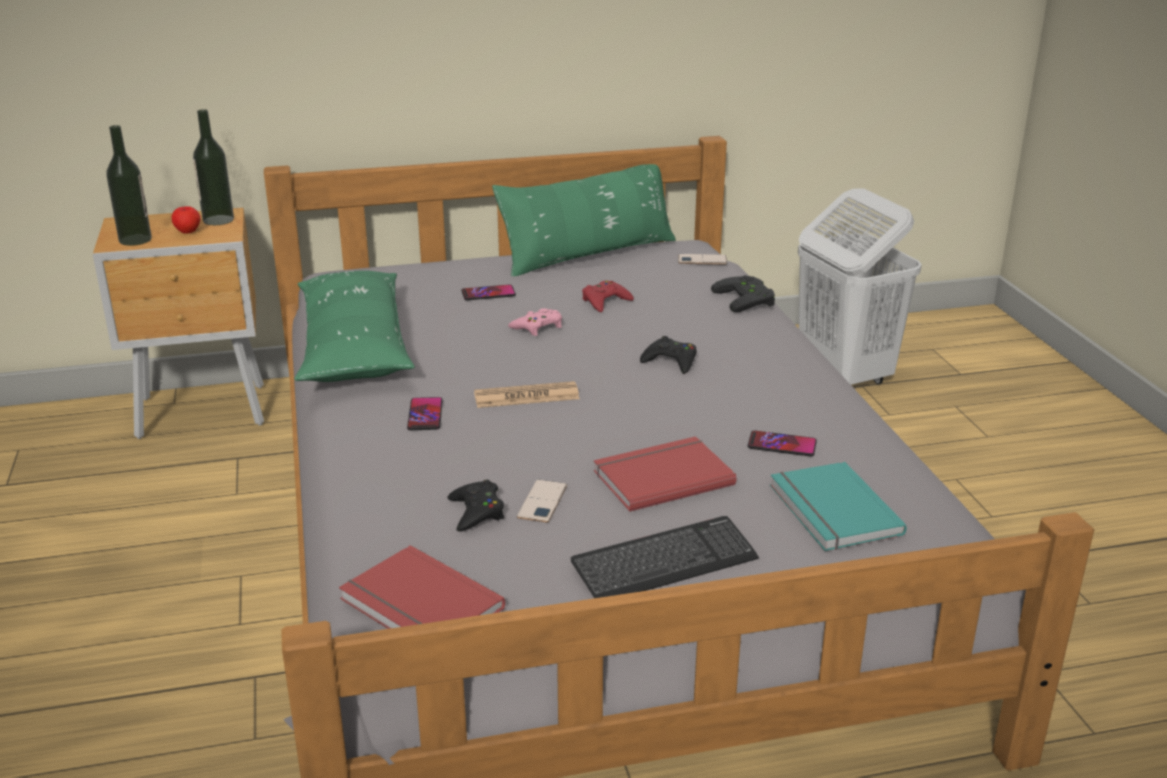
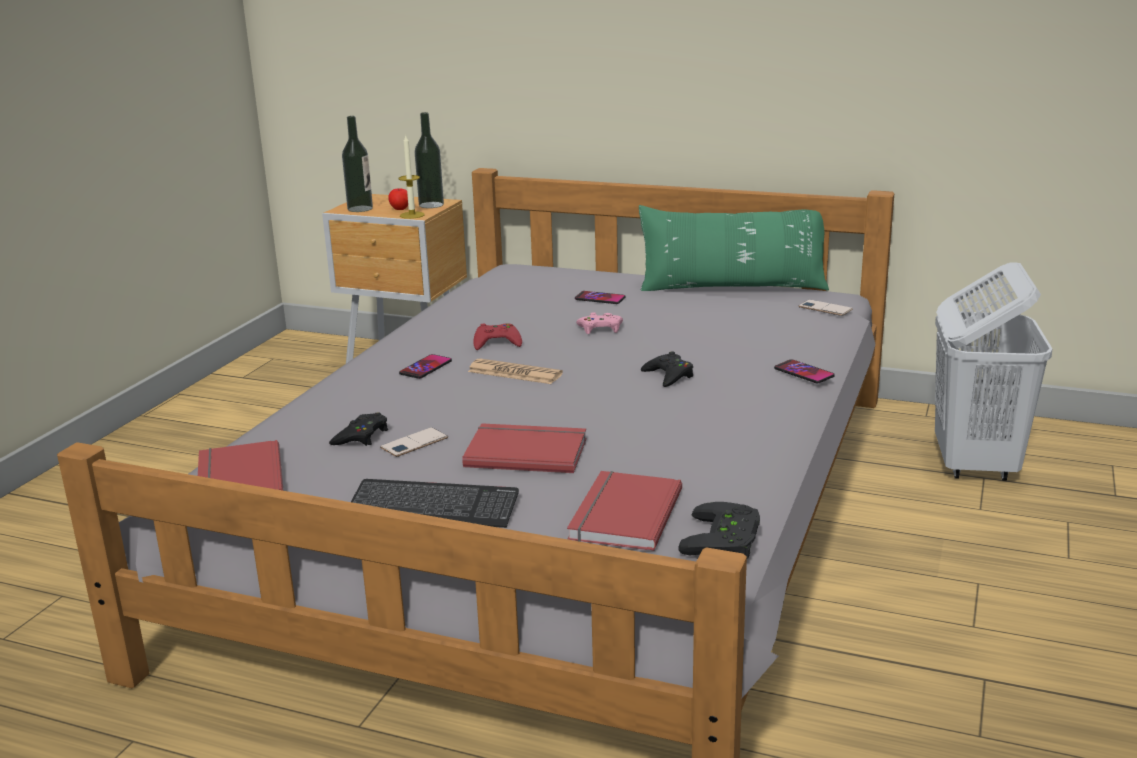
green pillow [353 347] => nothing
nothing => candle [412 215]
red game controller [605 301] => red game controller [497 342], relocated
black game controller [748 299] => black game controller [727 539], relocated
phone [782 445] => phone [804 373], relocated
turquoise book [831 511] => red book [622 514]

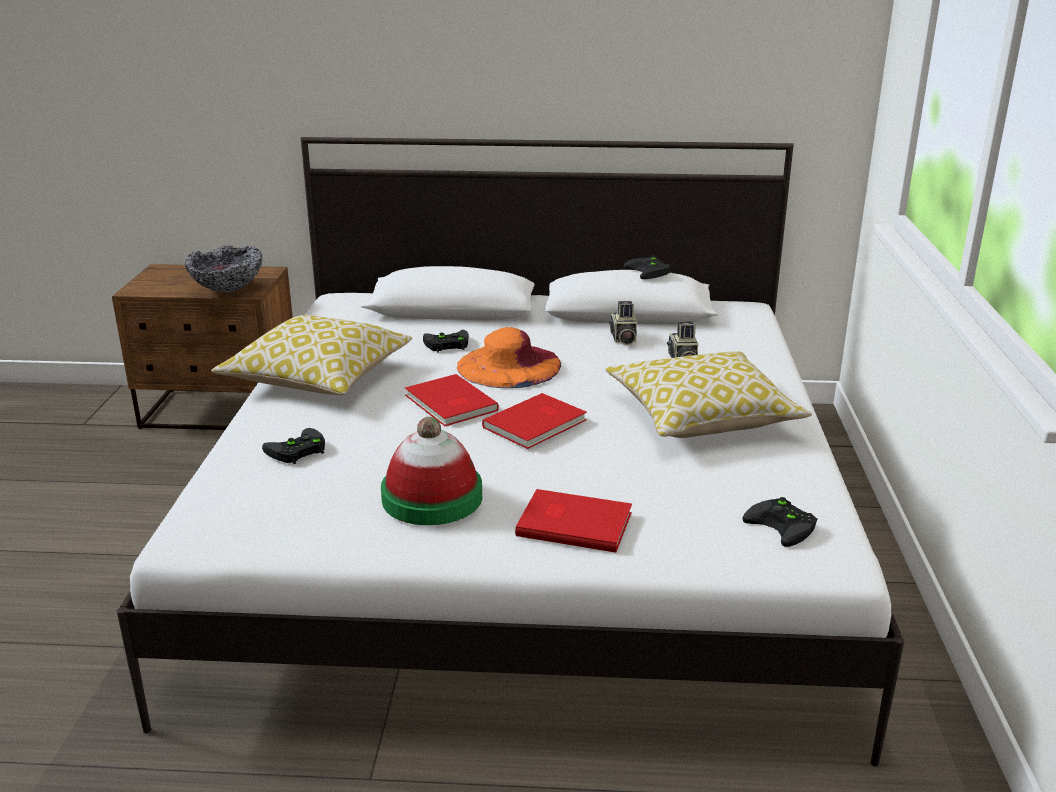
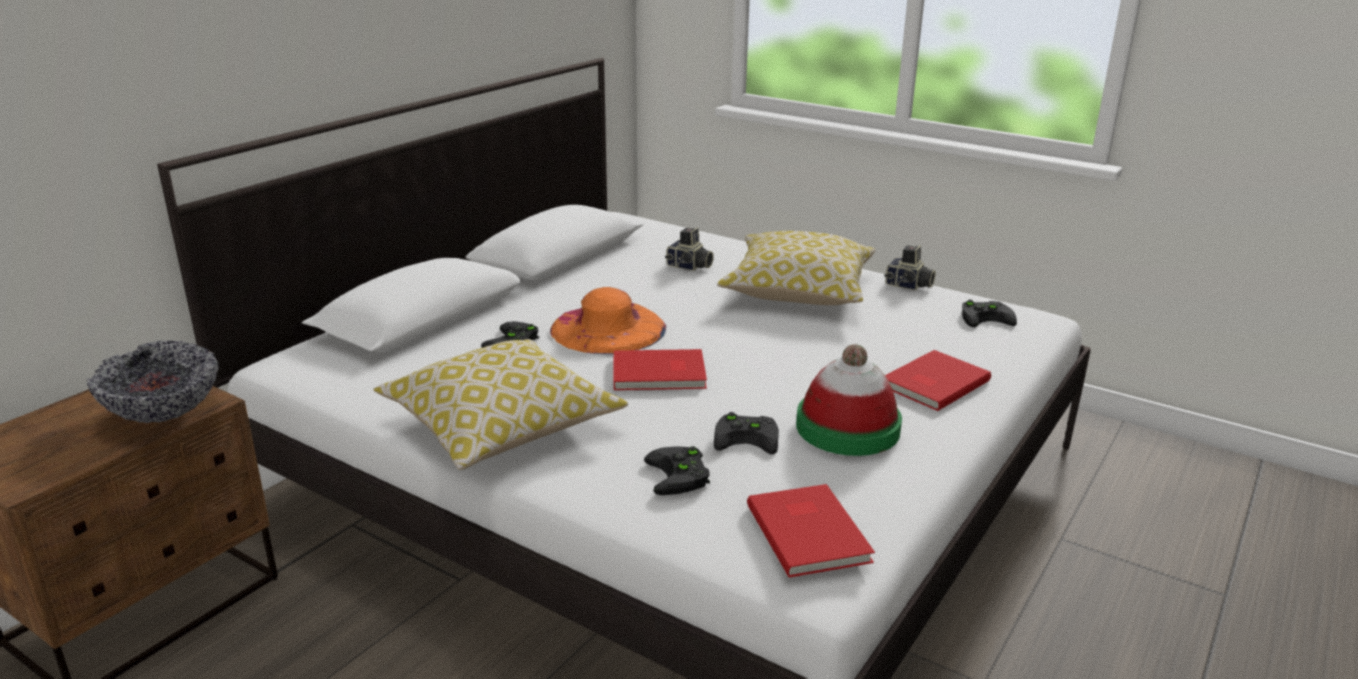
red book [537 424] => red book [810 531], relocated
photo camera [623 339] => photo camera [908 285], relocated
black game controller [650 271] => black game controller [748 437], relocated

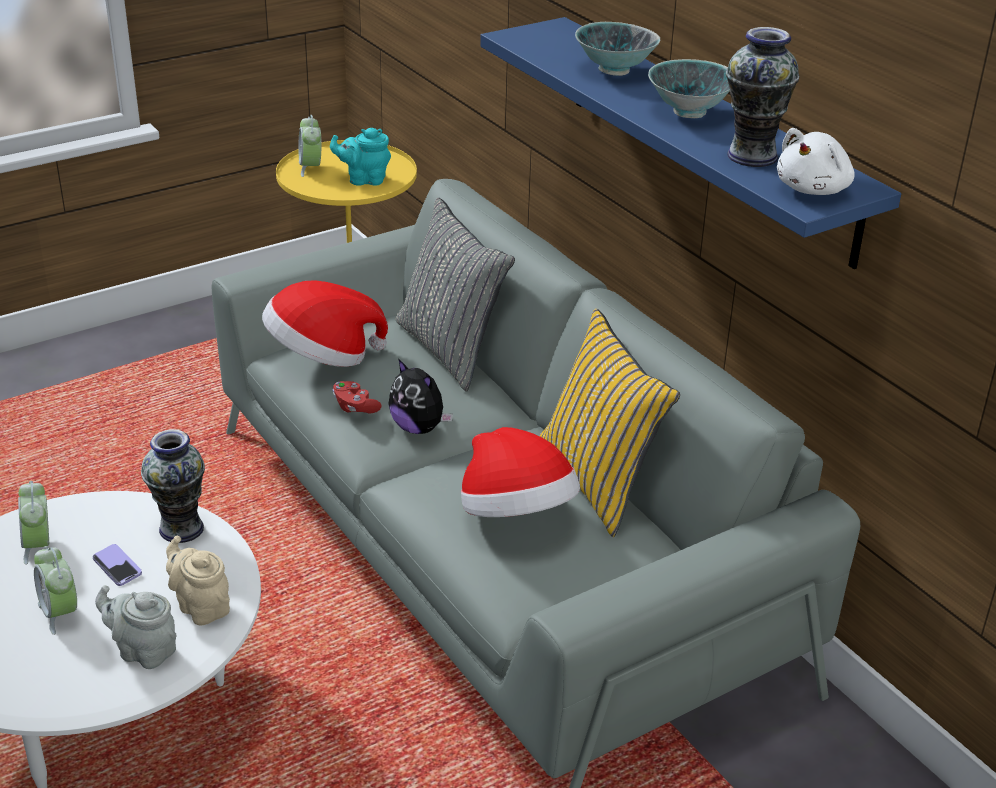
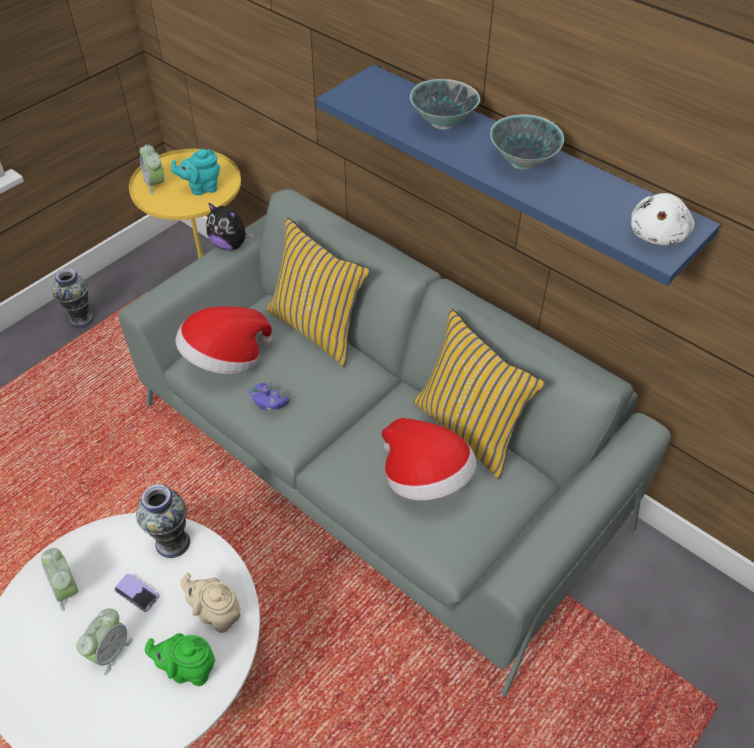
plush toy [419 428] => plush toy [230 245], relocated
vase [753 156] => vase [82 319], relocated
grey teapot [143 651] => green teapot [189 669]
red game controller [355 407] => purple game controller [268 403]
grey pillow [451 349] => yellow pillow [317 328]
alarm clock [60 613] => alarm clock [110 651], 105 degrees counterclockwise

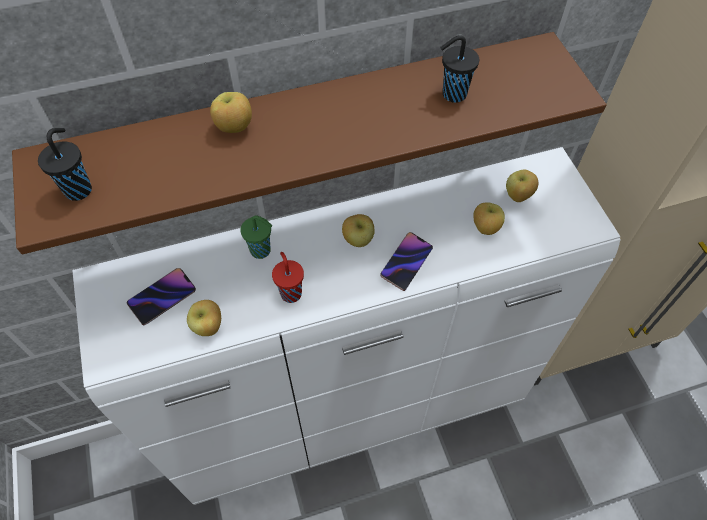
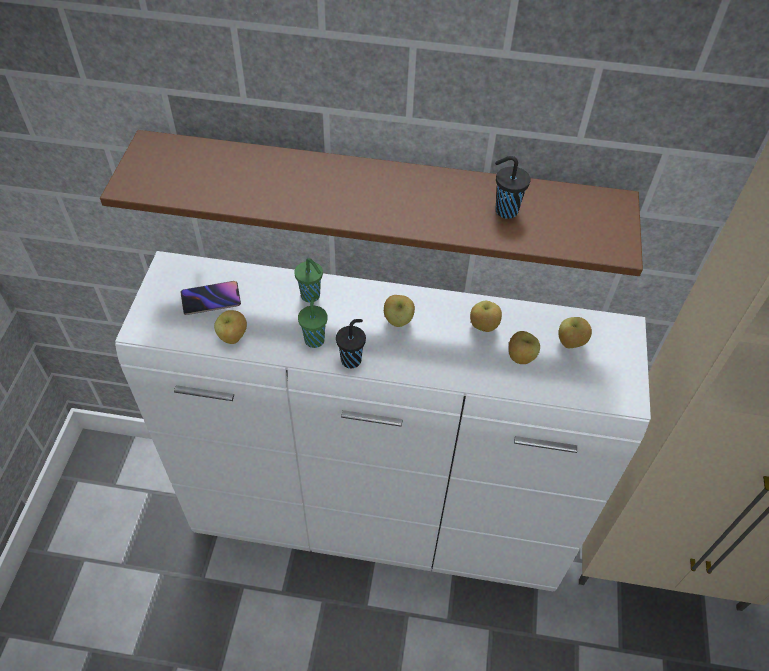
phone [406 263] => nothing
black cup [79 189] => black cup [352 359], relocated
apple [234 128] => apple [483 326], relocated
red cup [290 292] => green cup [314 339]

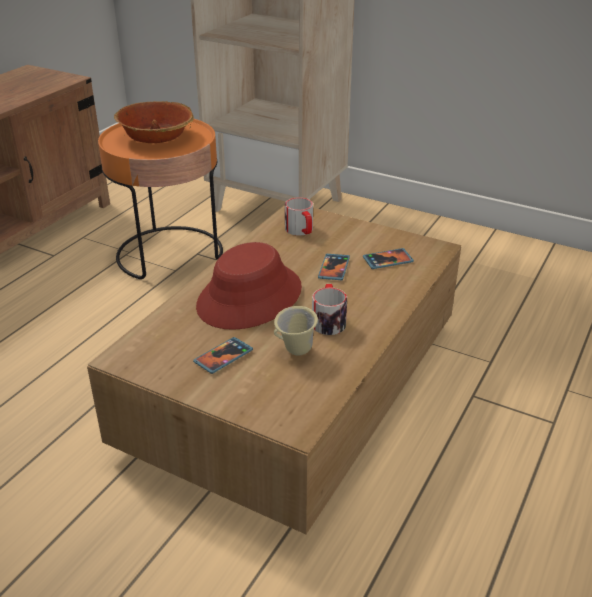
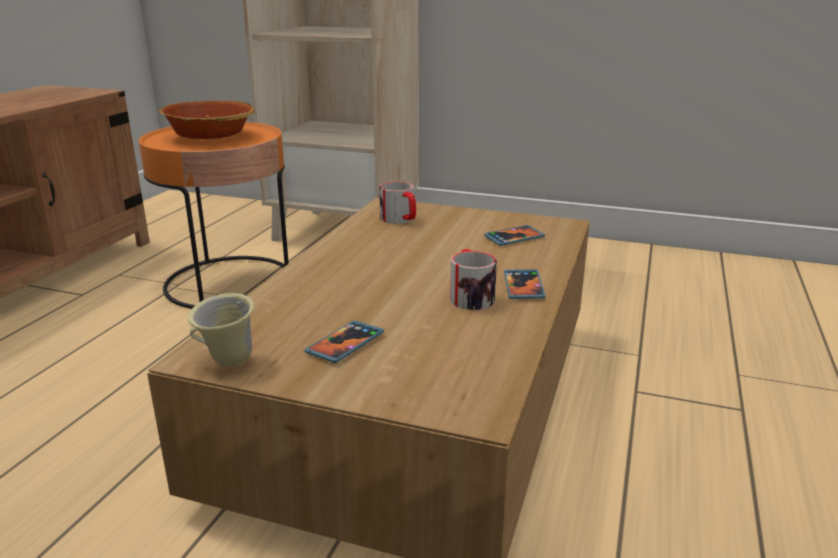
red hat [250 298] => nothing
beige mug [295 352] => beige mug [228 363], relocated
phone [334 268] => phone [523 286], relocated

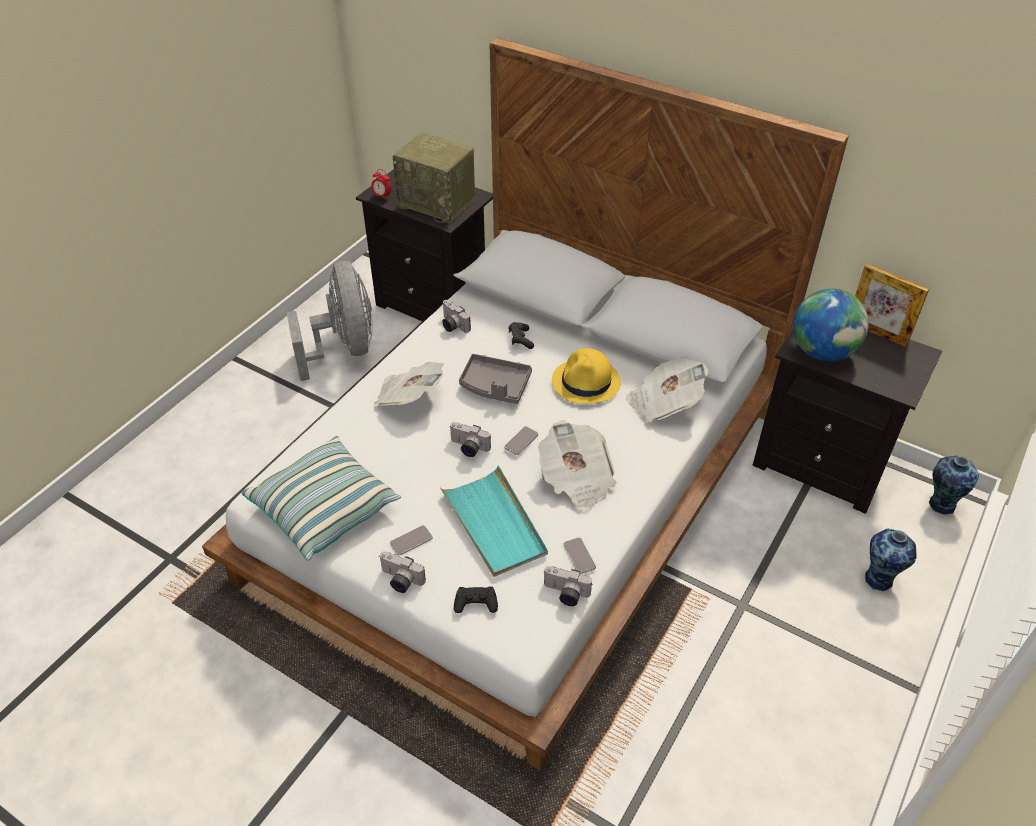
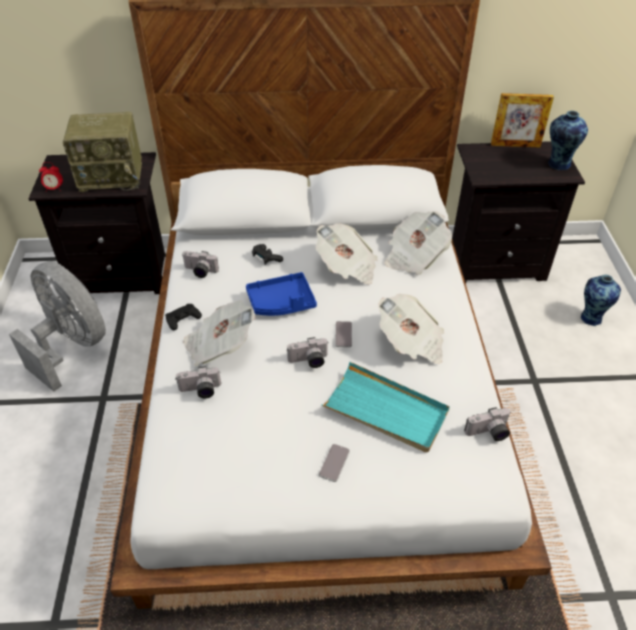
pillow [325 508] => nothing
phone [579 556] => nothing
globe [822 352] => nothing
photo camera [400 581] => photo camera [200 391], relocated
black game controller [476 602] => black game controller [183 319], relocated
vase [940 504] => vase [558 164], relocated
yellow hat [586 382] => newspaper [347 267]
grey tray [495 386] => blue tray [281 302]

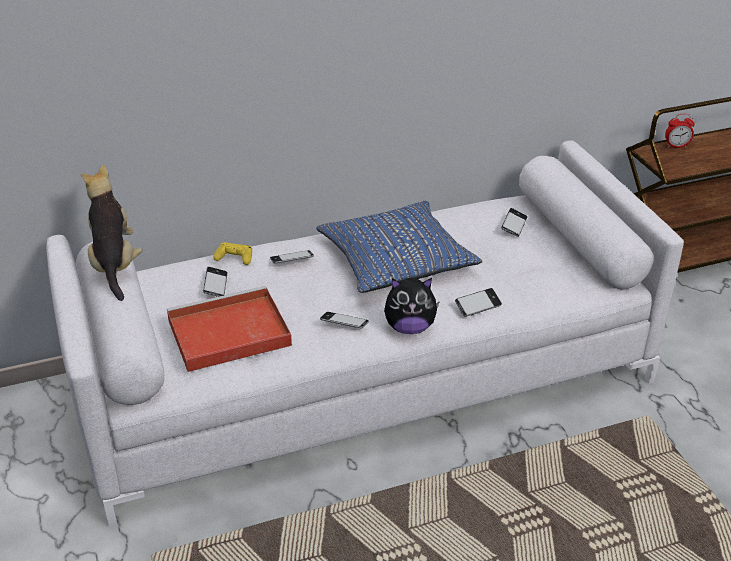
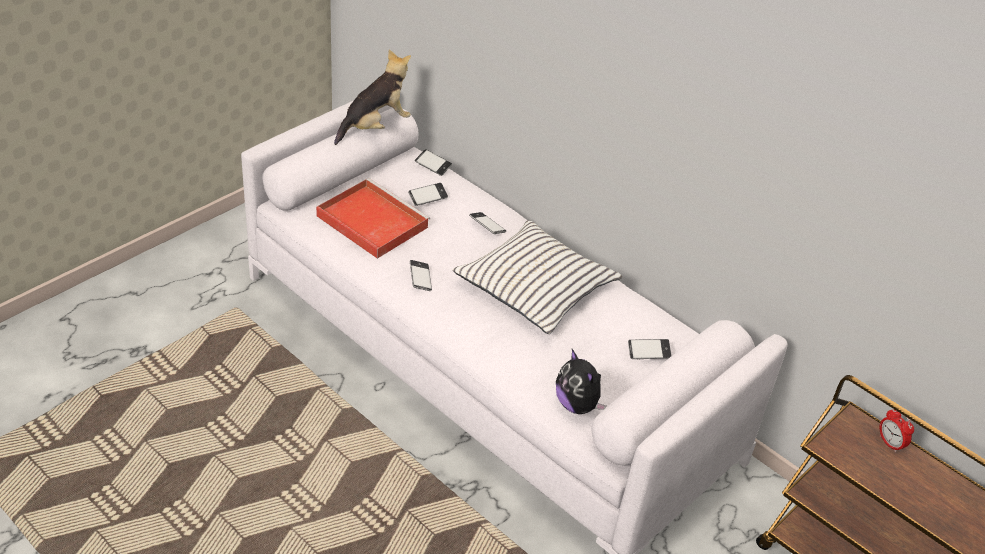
yellow game controller [234 257] => nothing
plush toy [409 327] => plush toy [578 405], relocated
phone [478 305] => phone [433 165], relocated
blue pillow [396 259] => white pillow [535 287]

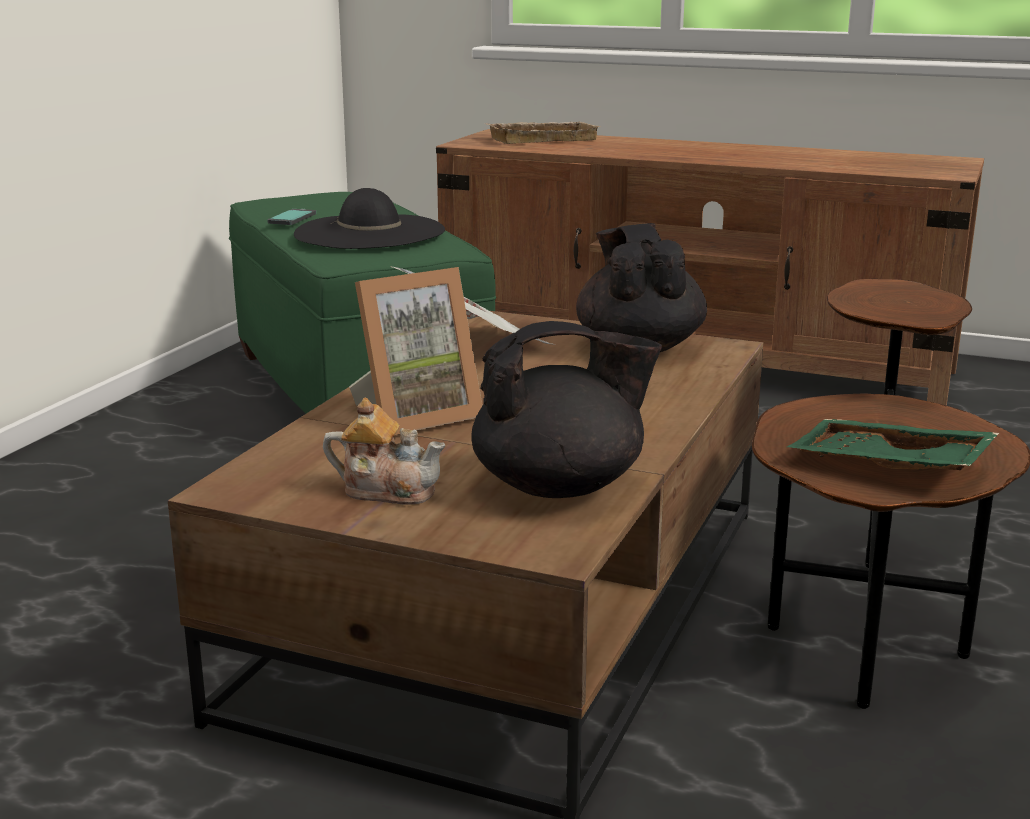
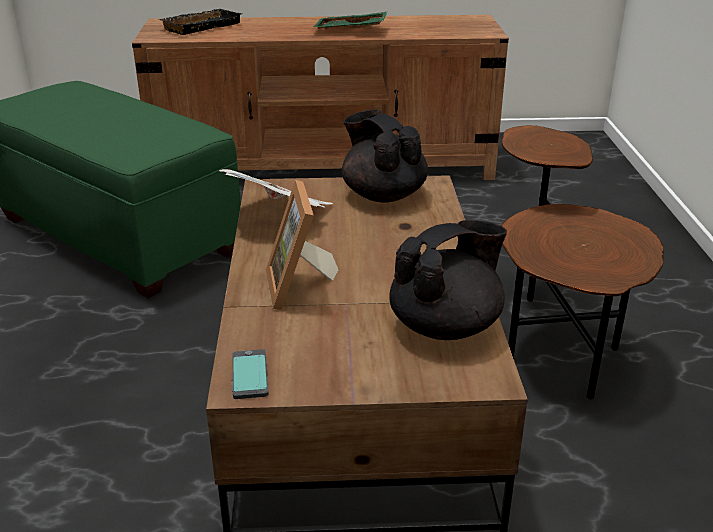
black hat [370 232] => nothing
teapot [387 490] => nothing
phone [292 218] => phone [249 375], relocated
green tray [887 467] => green tray [350 31], relocated
beige tray [542 139] => black tray [201 26]
picture frame [415 415] => picture frame [300 287], 135 degrees clockwise

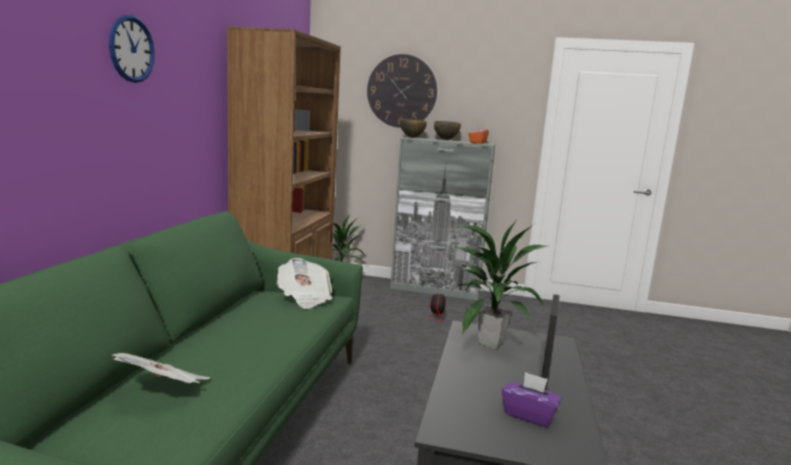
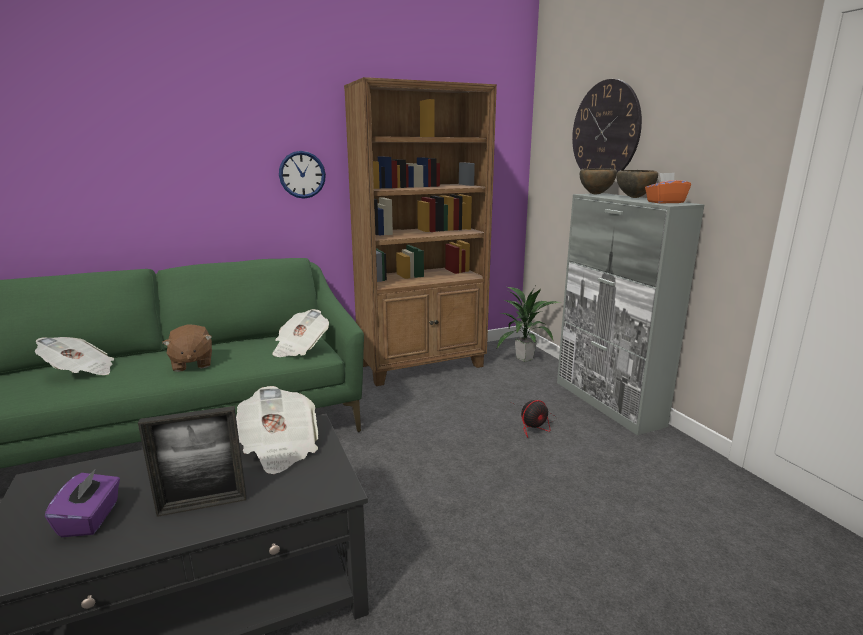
nothing => brown plush toy [192 364]
wall clock [131 49] => wall clock [302 174], relocated
potted plant [489 343] => newspaper [279 448]

